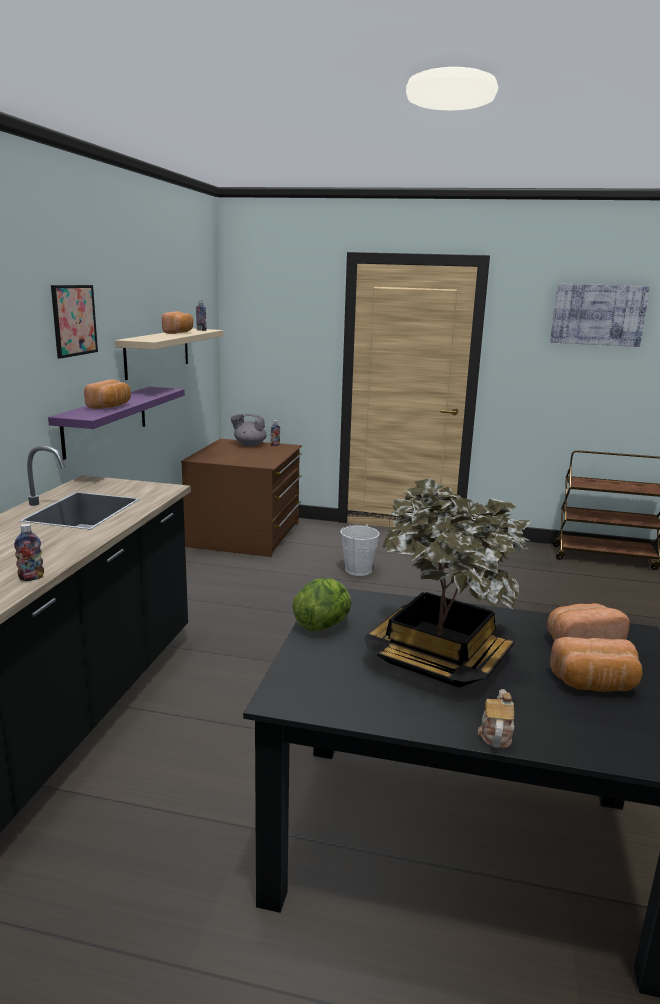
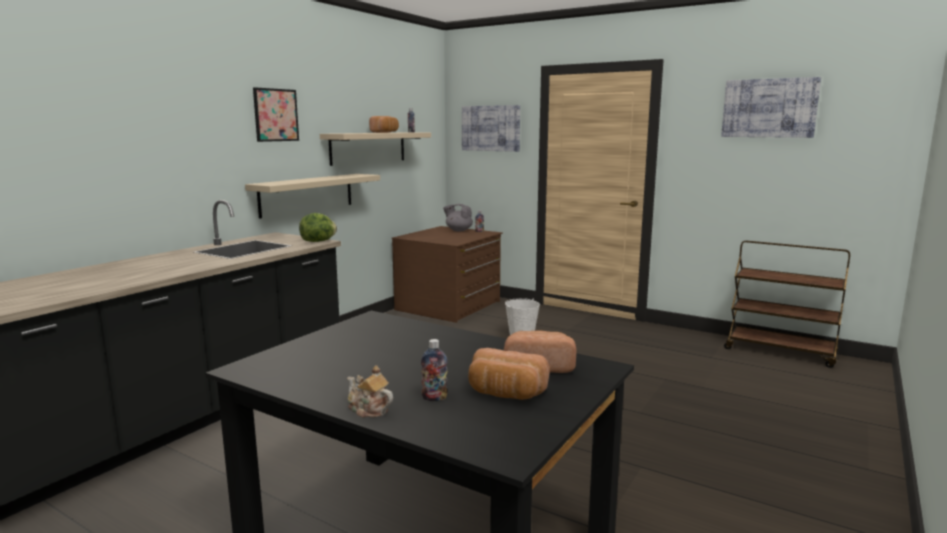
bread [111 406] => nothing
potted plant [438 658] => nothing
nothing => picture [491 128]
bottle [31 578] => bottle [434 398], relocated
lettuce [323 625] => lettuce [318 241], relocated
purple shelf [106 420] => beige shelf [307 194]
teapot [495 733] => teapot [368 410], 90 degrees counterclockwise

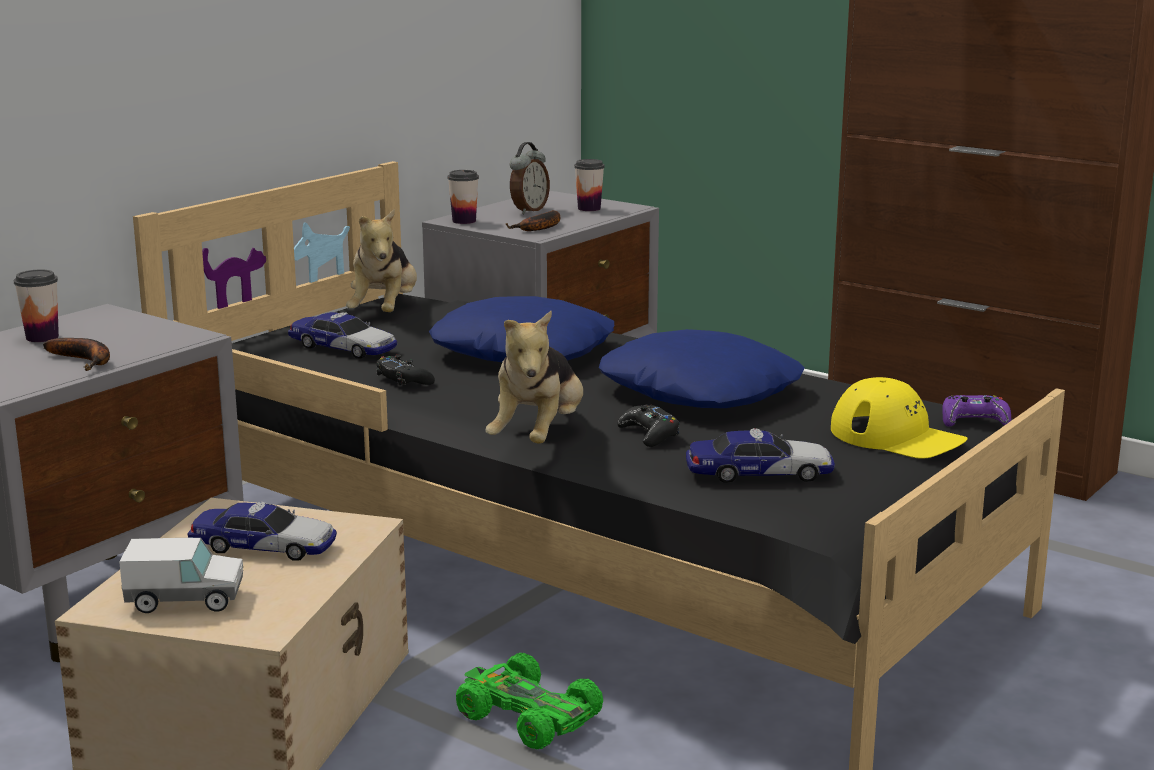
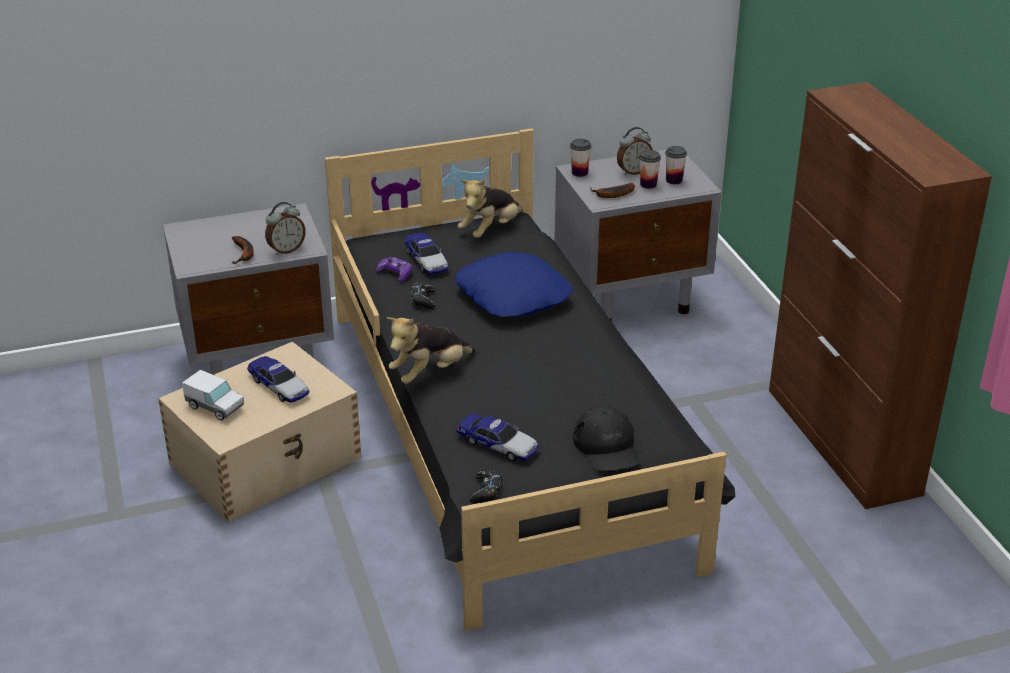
green toy car [526 716] => nothing
blue pillow [701 390] => nothing
nothing => alarm clock [286 250]
cup [42 337] => cup [648 184], relocated
black game controller [649 434] => black game controller [486 491], relocated
purple game controller [974 421] => purple game controller [395 273], relocated
yellow cap [897 437] => black cap [607 447]

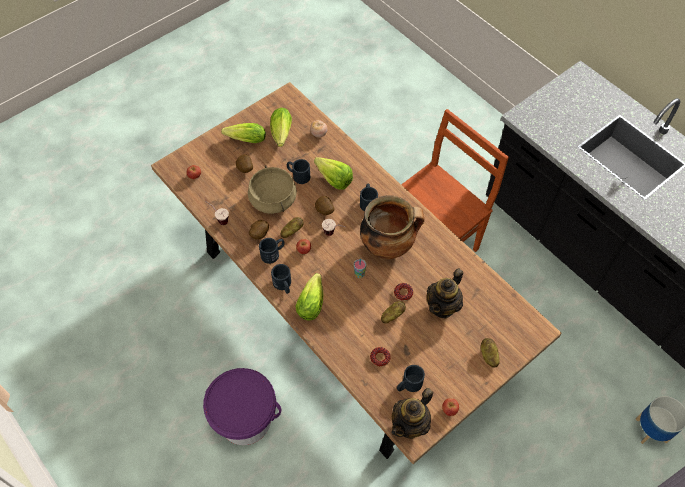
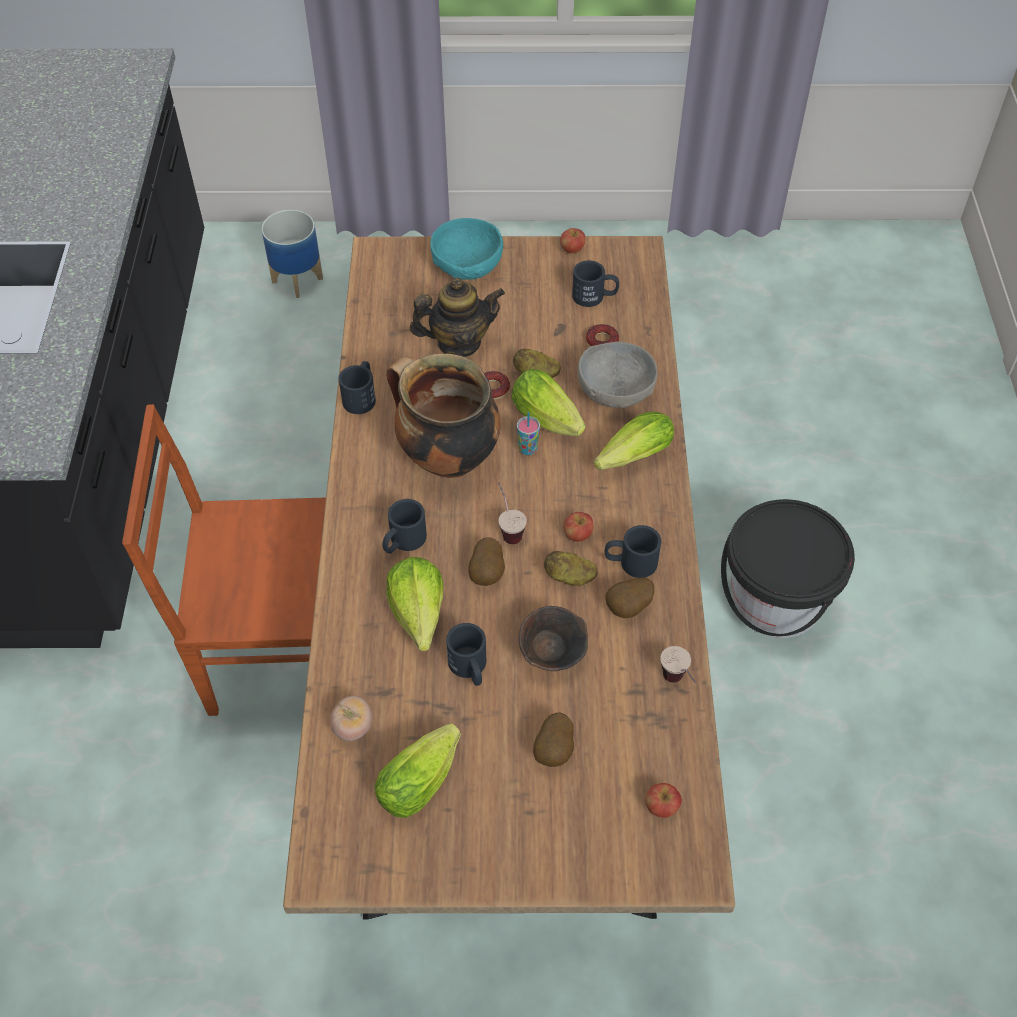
teapot [410 424] => nothing
nothing => grey bowl [615 391]
lettuce [244 139] => lettuce [549 420], relocated
black mug [283 285] => black mug [361 396], relocated
beige cooking pot [273 199] => brown bowl [552 653]
potato [488 356] => turquoise bowl [466 266]
purple bucket [245 419] => black bucket [776 600]

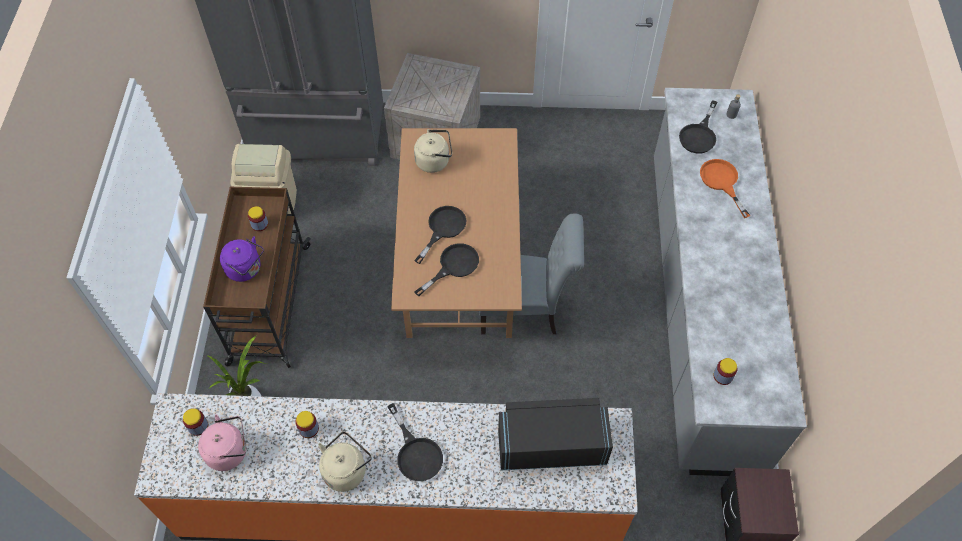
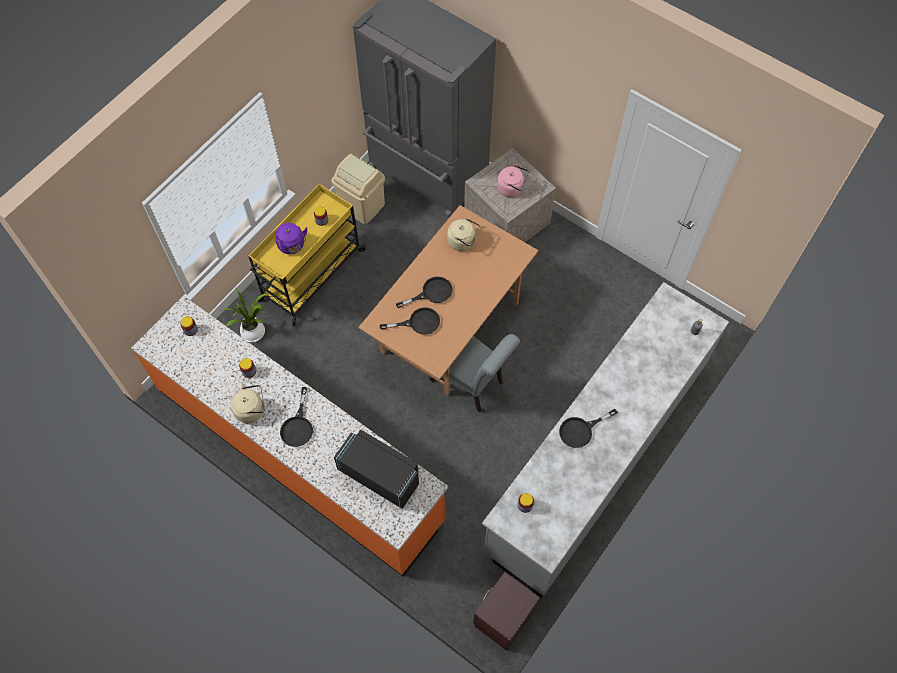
orange frying pan [721 182] => nothing
pink kettle [230 451] => pink kettle [512 188], relocated
black frying pan [699 135] => black frying pan [581 430], relocated
brown cart [269 305] => yellow cart [311 276]

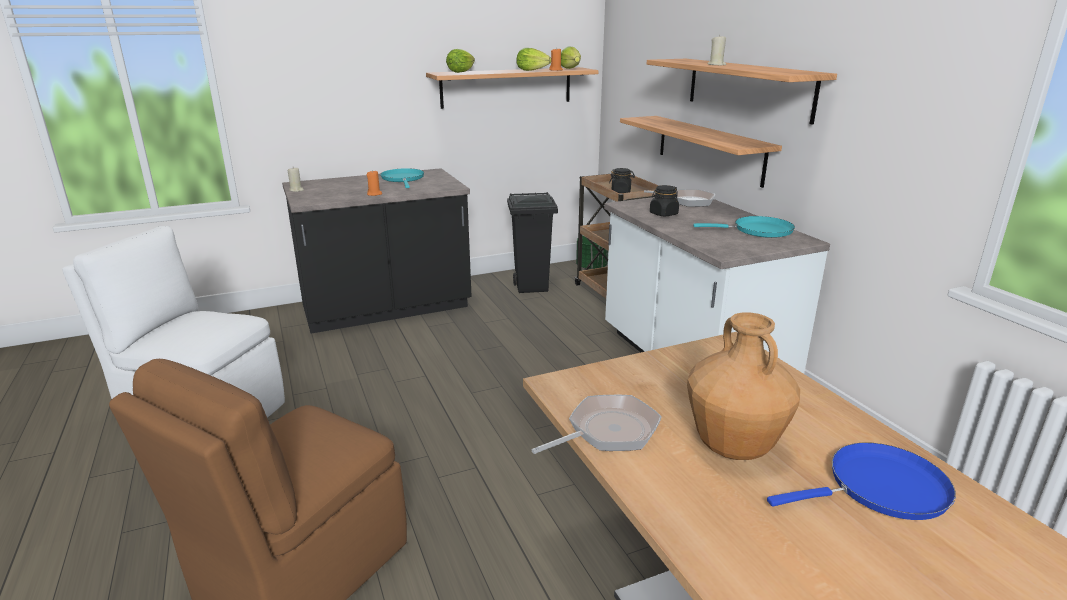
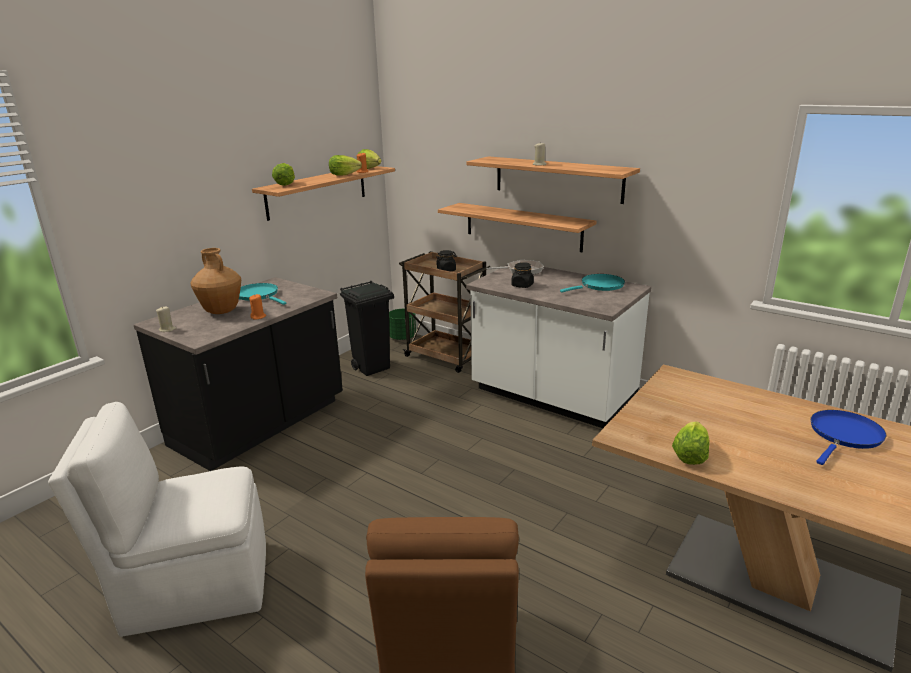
brown vase [734 448] => brown vase [222 311], relocated
frying pan [607 431] => lettuce [689 456]

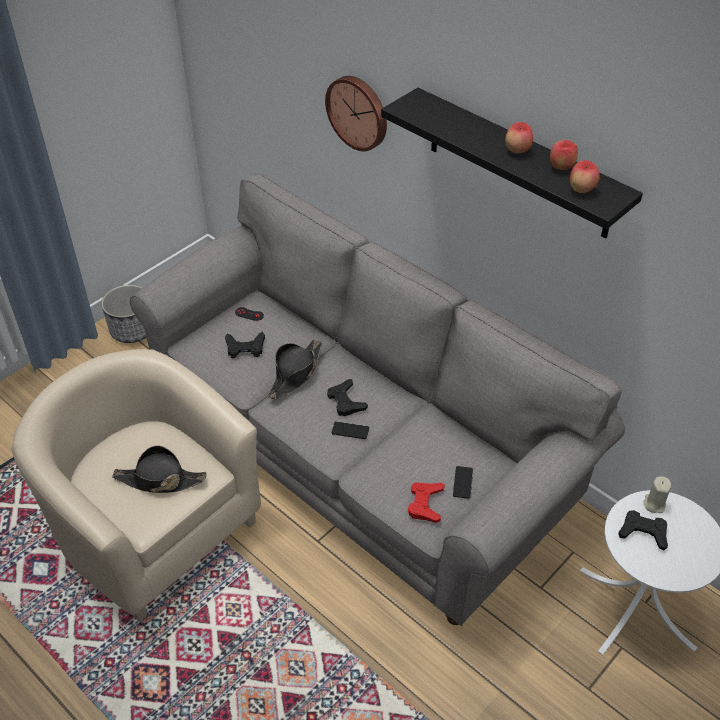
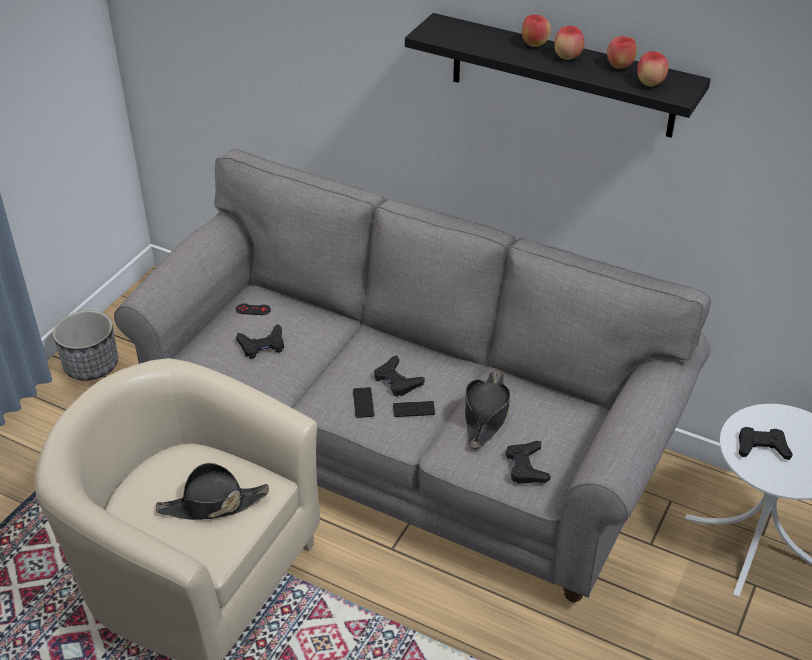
wall clock [358 112] => nothing
beige candle [654 504] => nothing
nothing => apple [534 44]
black hat [295 373] => black hat [486 415], relocated
phone [463 482] => phone [363 403], relocated
red game controller [425 504] => black game controller [526 466]

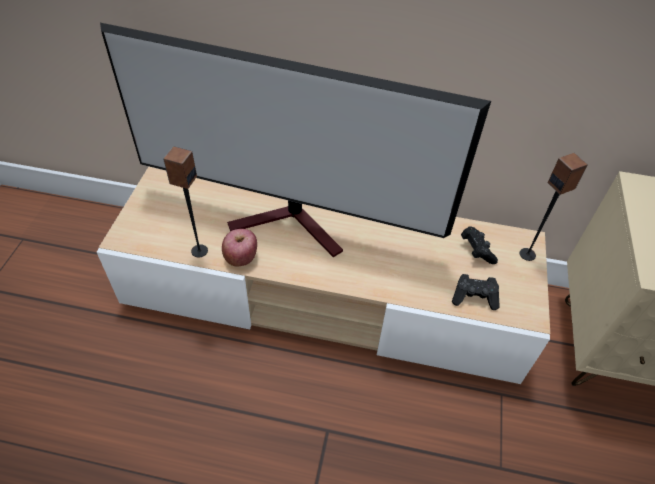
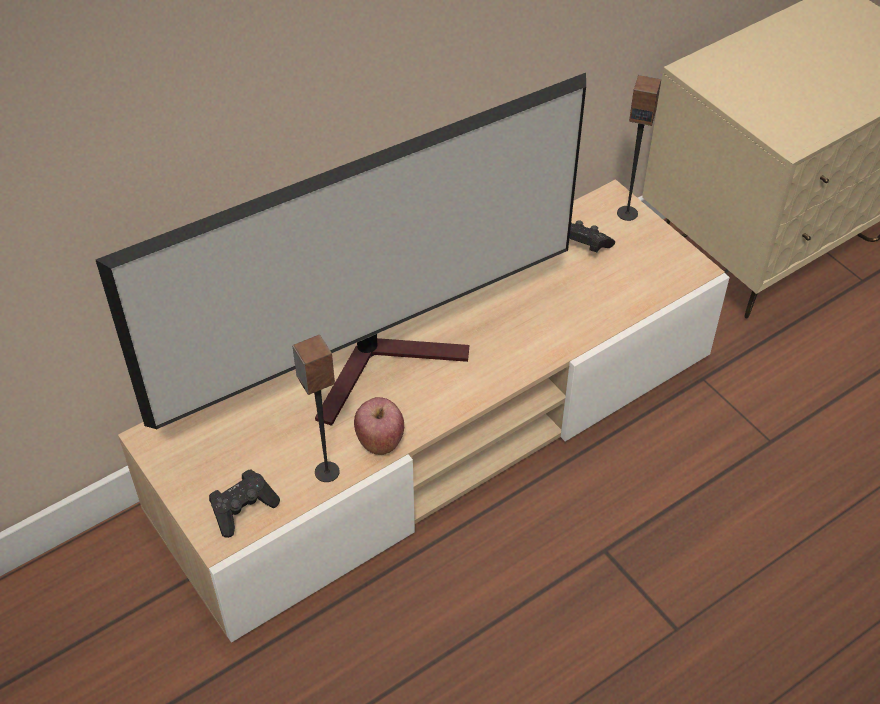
black game controller [474 297] => black game controller [243 509], relocated

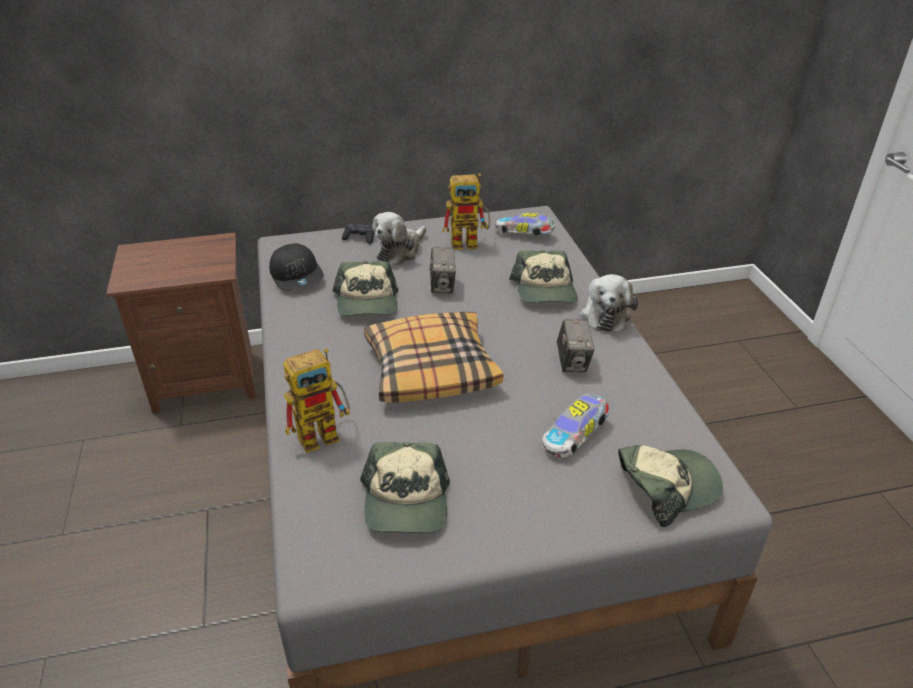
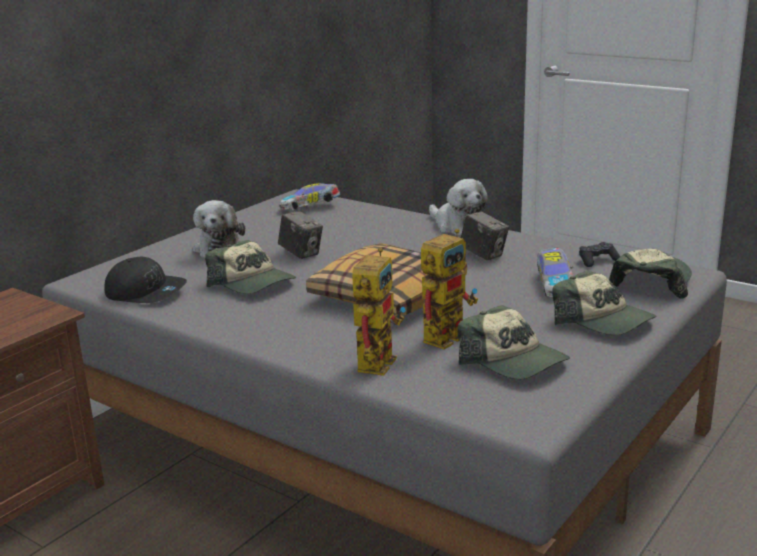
black game controller [360 238] => black game controller [597 261], relocated
toy robot [470 242] => toy robot [447 334], relocated
cap [545 290] => cap [603 321], relocated

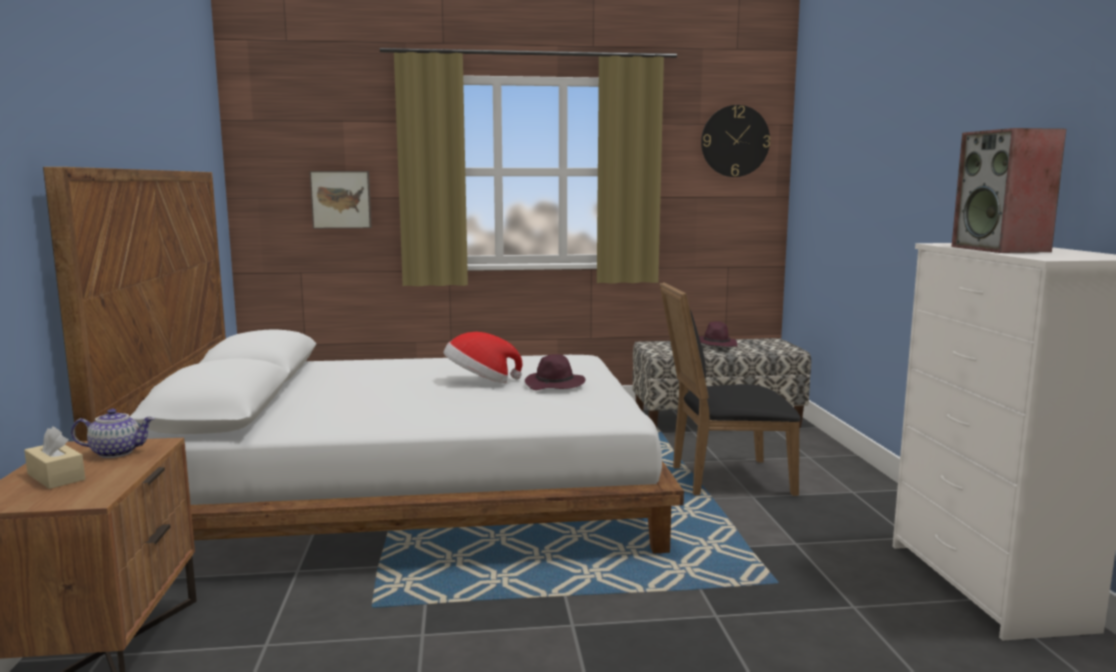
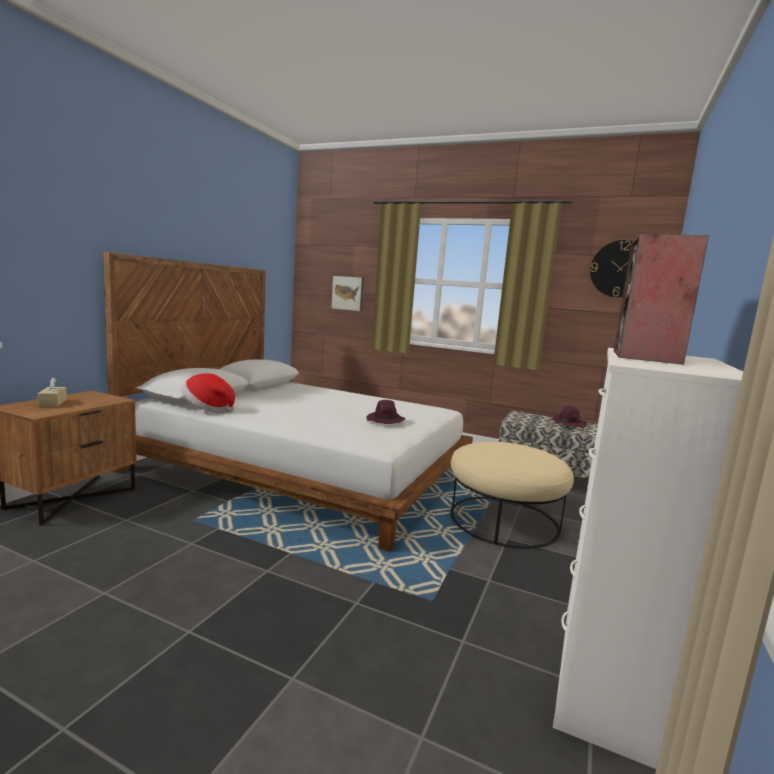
teapot [117 452] => nothing
hat [480 382] => hat [208 409], relocated
black chair [723 479] => beige ottoman [503 520]

